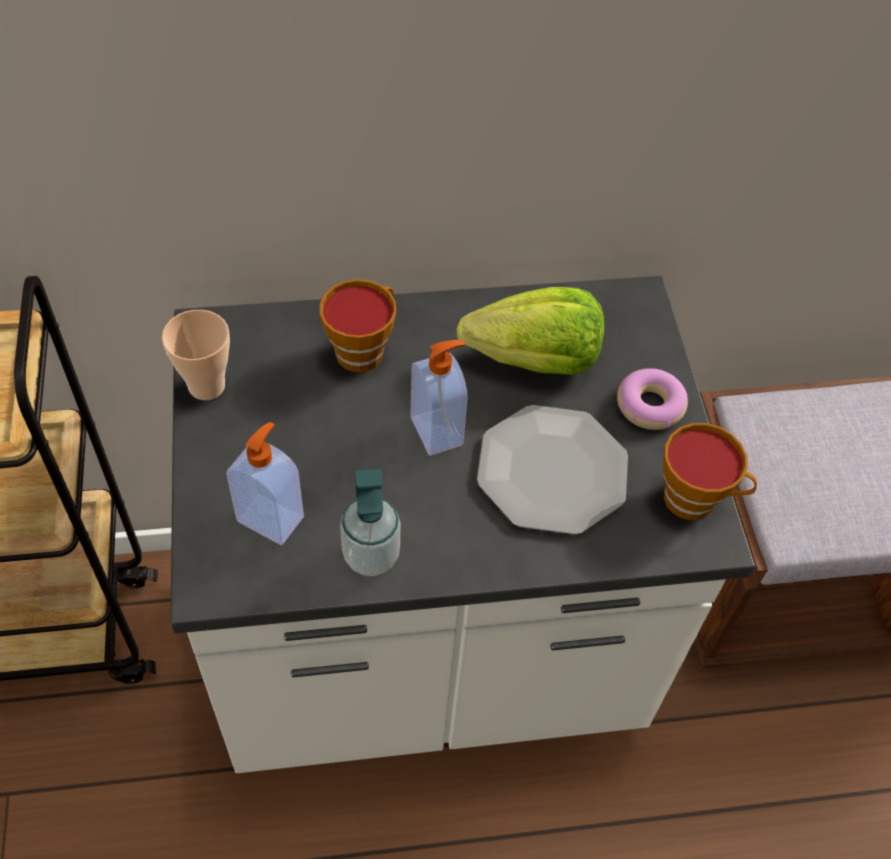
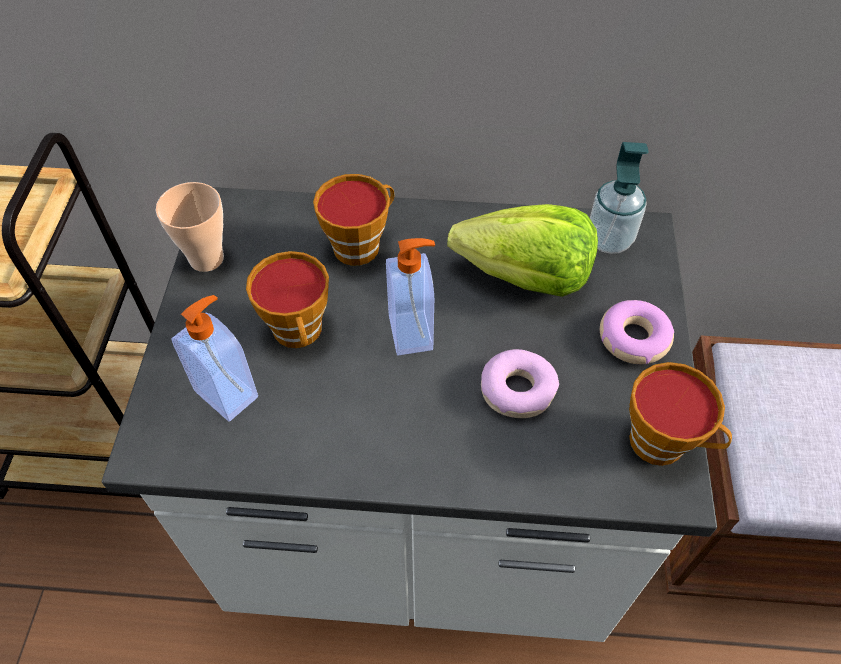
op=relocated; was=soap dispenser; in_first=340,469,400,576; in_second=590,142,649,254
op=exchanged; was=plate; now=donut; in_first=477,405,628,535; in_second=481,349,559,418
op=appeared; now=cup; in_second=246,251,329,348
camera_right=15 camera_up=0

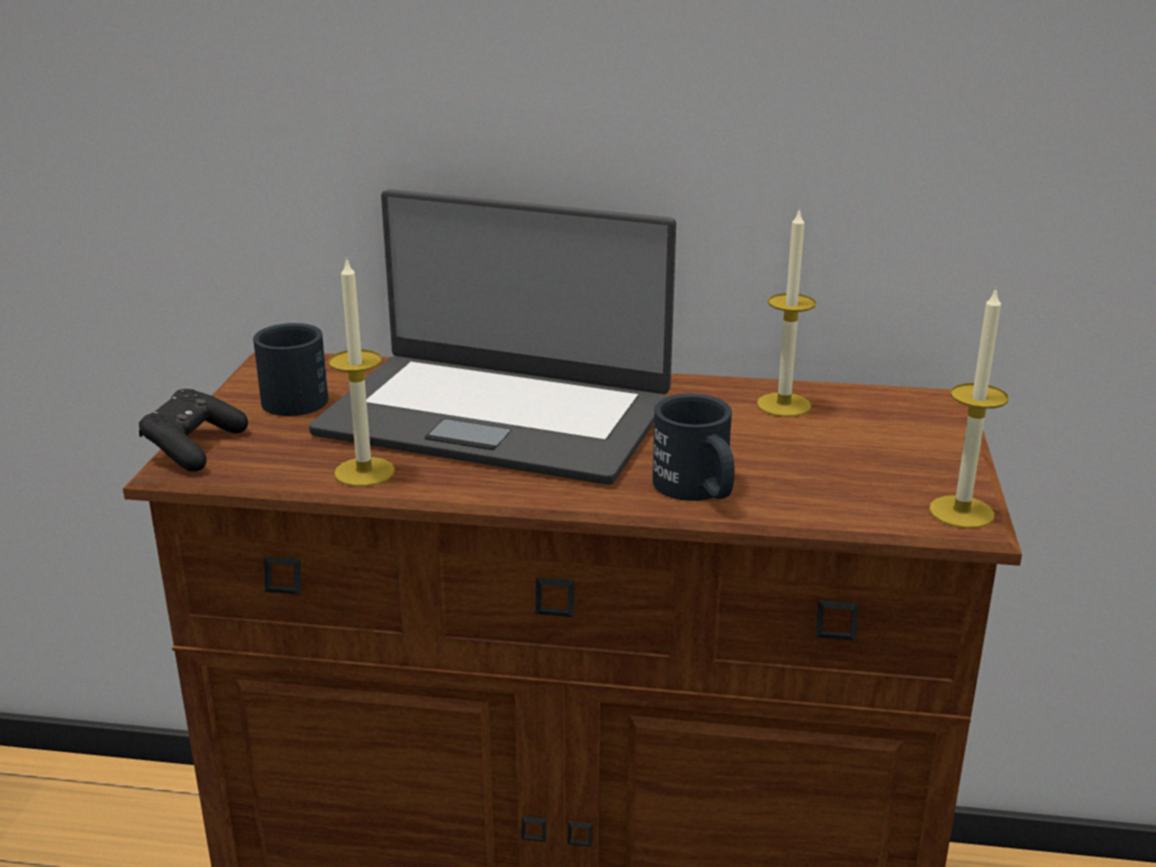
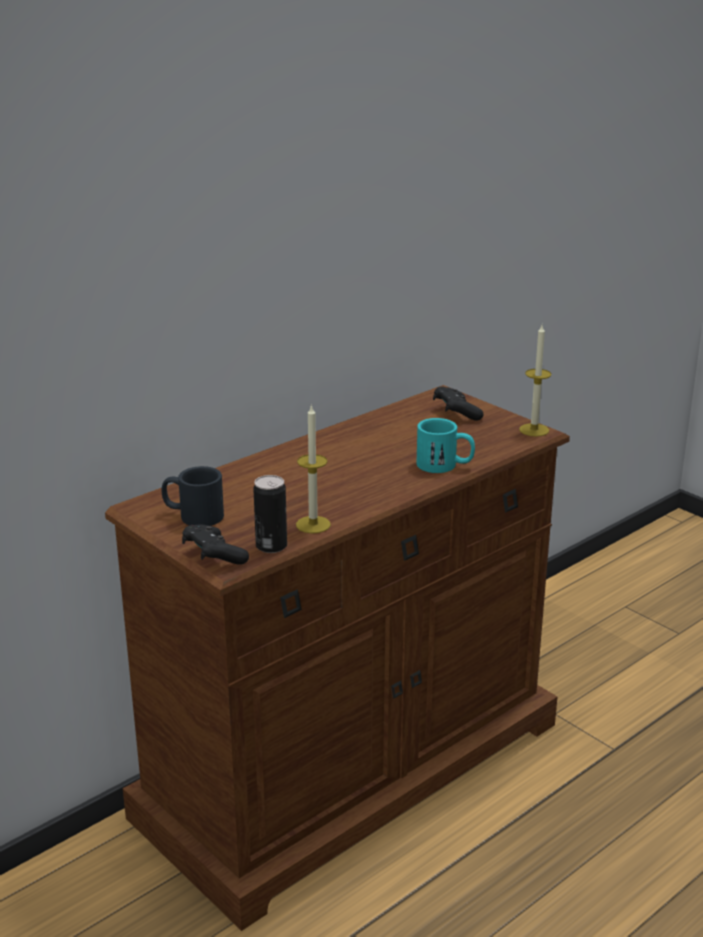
op=missing; was=laptop; in_first=309,189,676,485
op=colour; was=black mug; now=turquoise mug; in_first=652,394,735,501; in_second=417,418,475,473
op=missing; was=candle; in_first=757,208,816,417
op=appeared; now=can; in_second=253,475,287,553
op=appeared; now=black game controller; in_second=433,386,484,421
camera_right=-50 camera_up=0

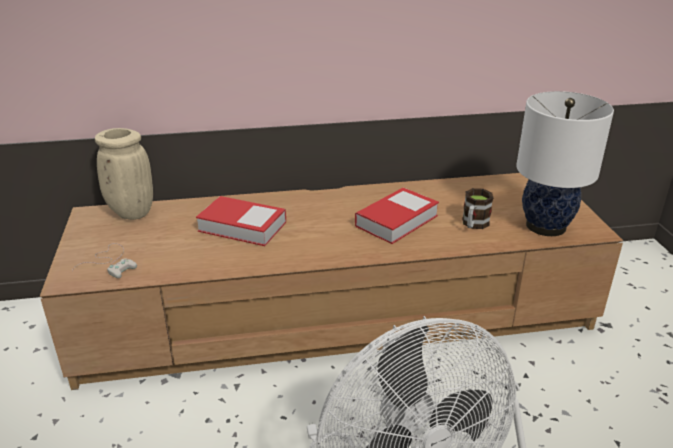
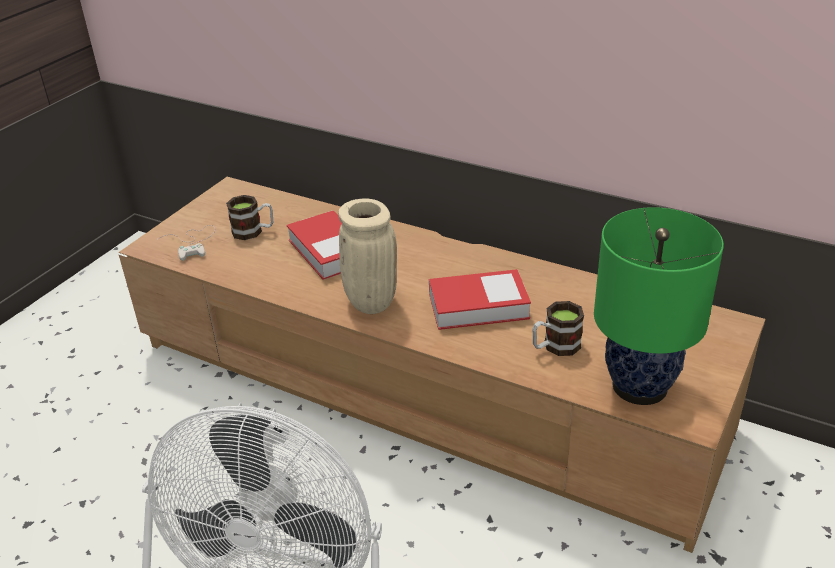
op=relocated; was=beige vase; in_first=95,128,153,220; in_second=338,198,397,314
op=colour; was=white table lamp; now=green table lamp; in_first=516,91,614,236; in_second=594,207,724,405
op=appeared; now=mug; in_second=226,195,273,240
camera_right=40 camera_up=5

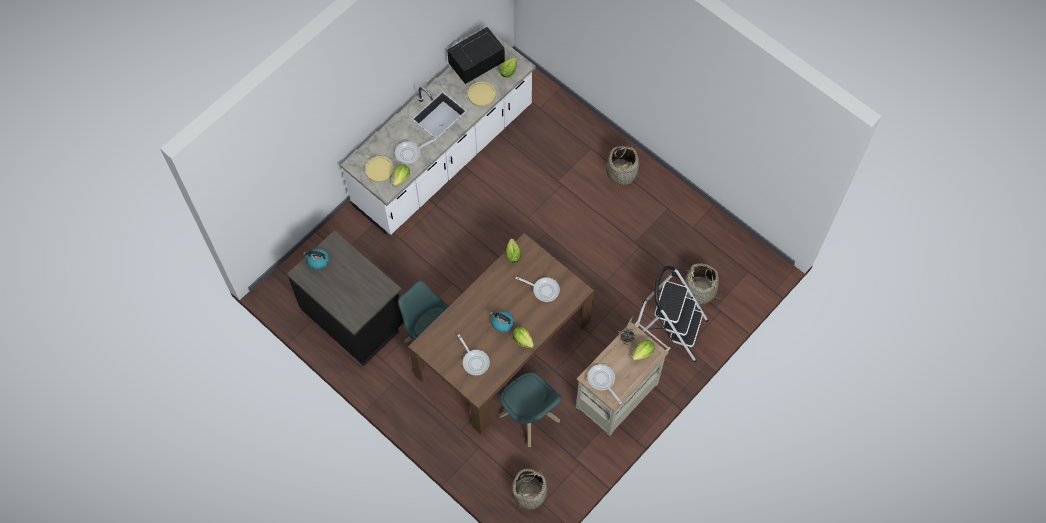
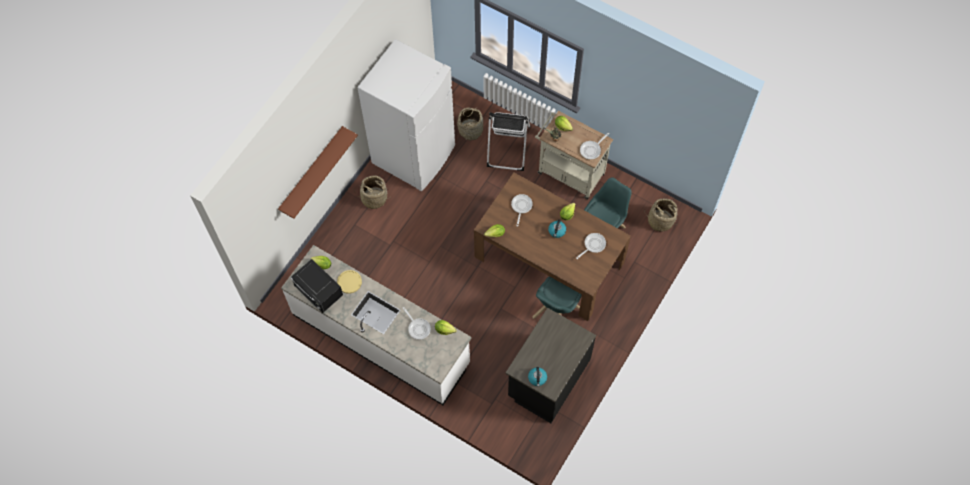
op=missing; was=yellow plate; in_first=365,156,394,182
op=appeared; now=brown shelf; in_second=278,126,358,219
op=appeared; now=white fridge; in_second=358,39,455,191
camera_right=-100 camera_up=0

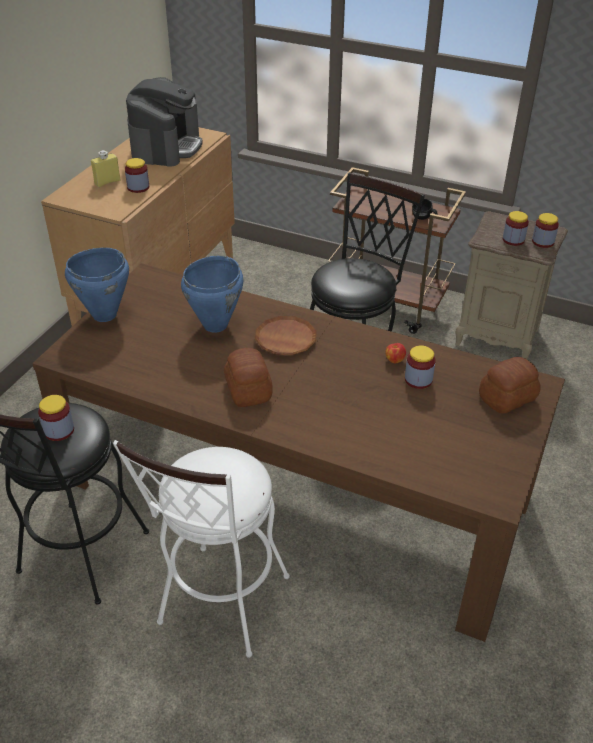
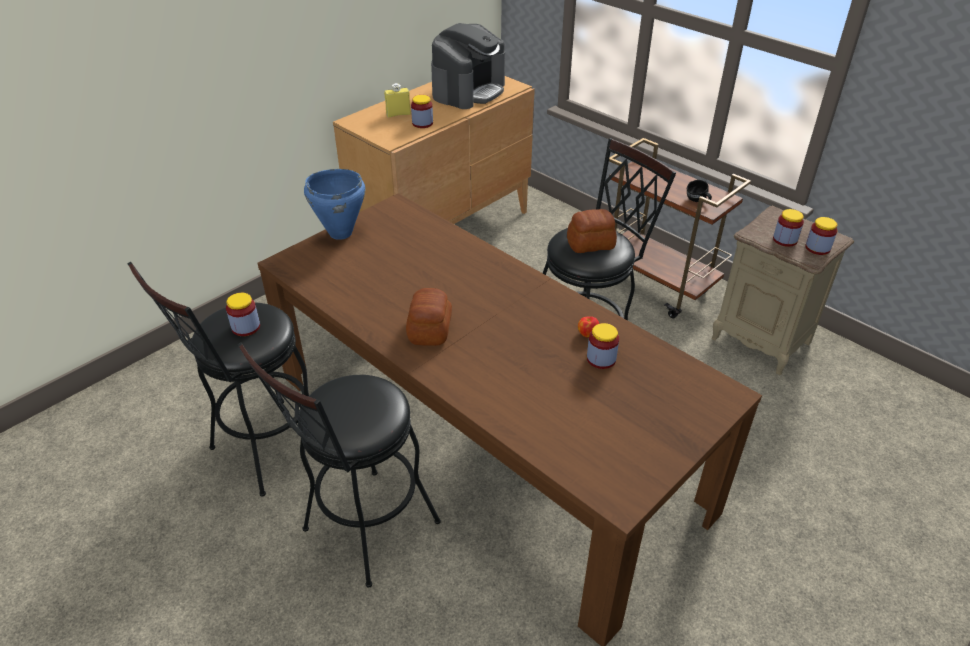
op=colour; was=white stool; now=black stool; in_first=113,440,290,658; in_second=238,342,441,588
op=missing; was=blue cooking pot; in_first=181,256,243,333
op=missing; was=brown plate; in_first=255,316,317,355
op=relocated; was=bread; in_first=479,357,541,414; in_second=567,209,617,253
camera_right=20 camera_up=0

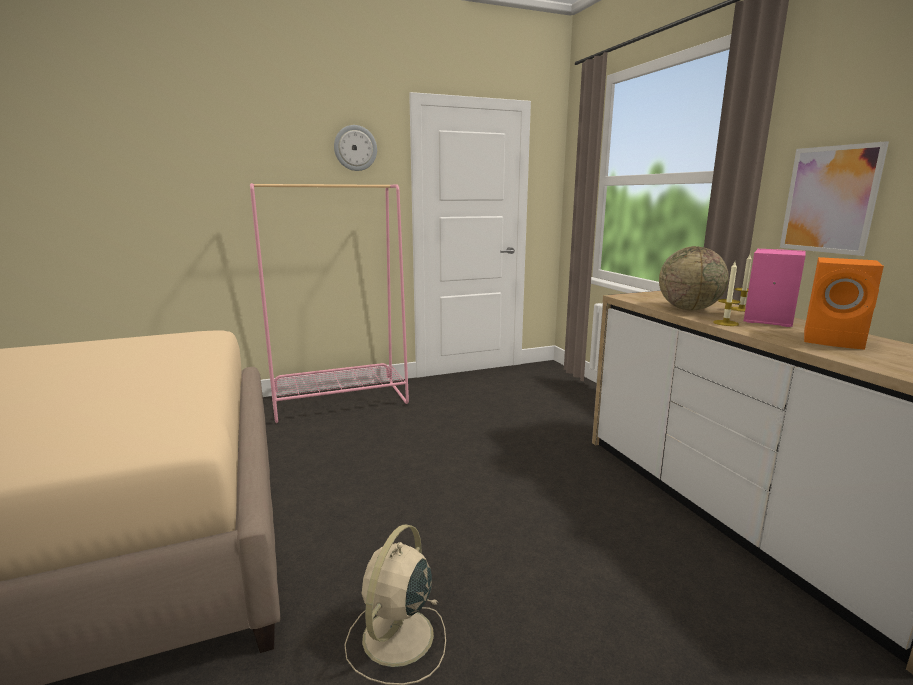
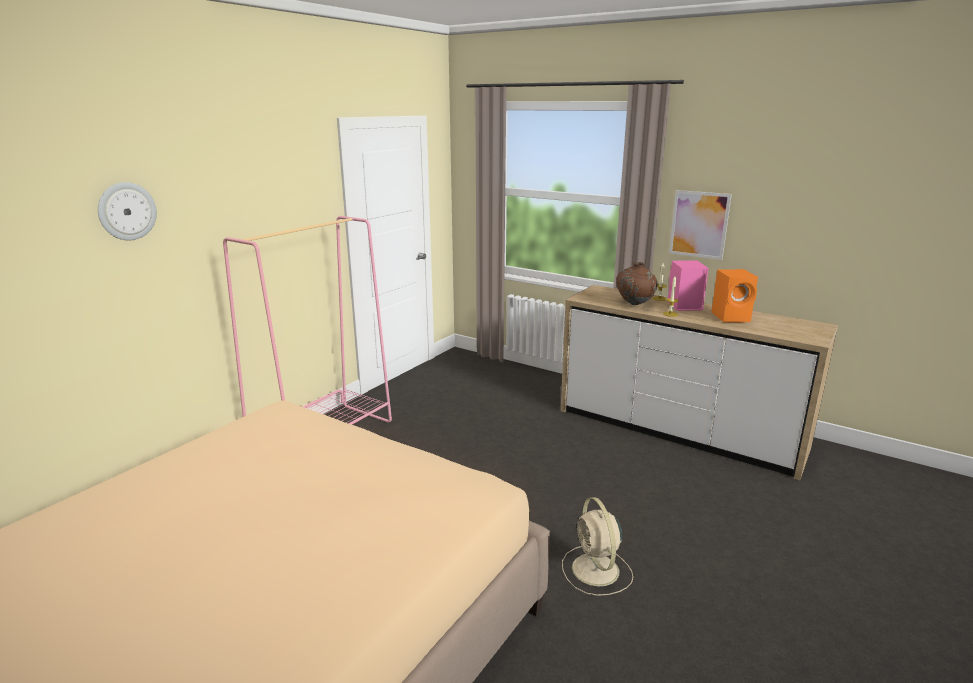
op=relocated; was=wall clock; in_first=334,125,377,171; in_second=98,182,157,240
op=exchanged; was=globe; now=brown vase; in_first=659,246,729,310; in_second=616,262,657,305
camera_right=-35 camera_up=5

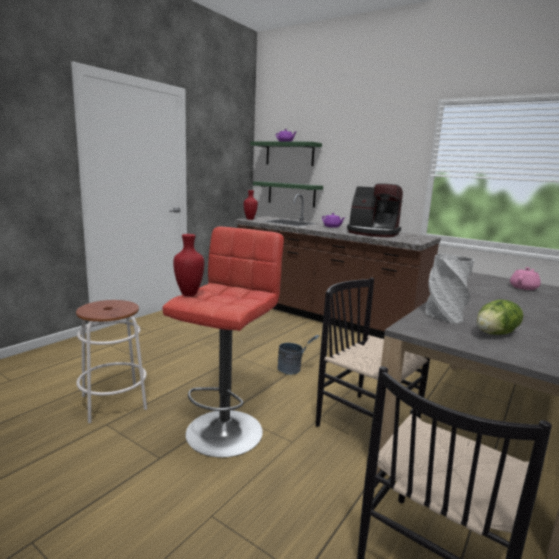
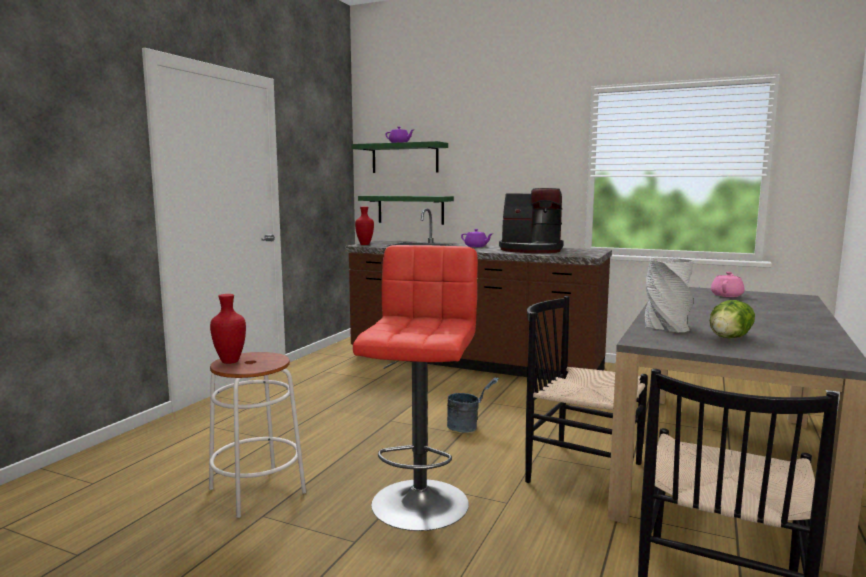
op=relocated; was=red vase; in_first=173,234,204,296; in_second=210,294,246,364
camera_right=-10 camera_up=-5

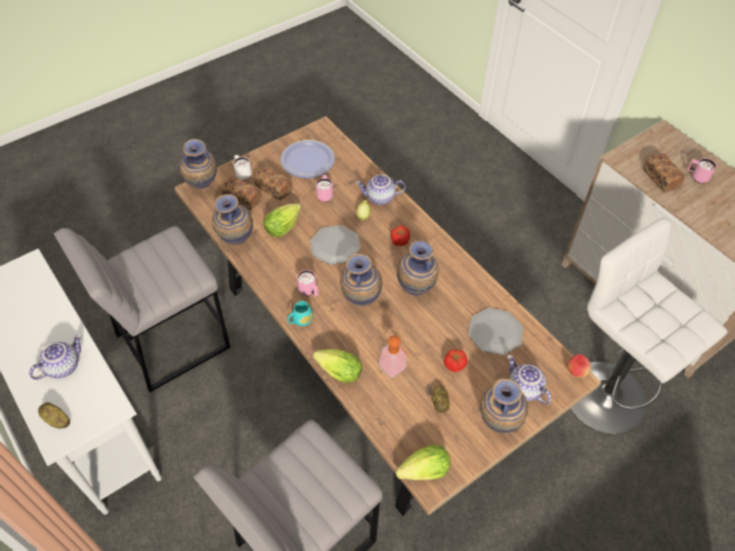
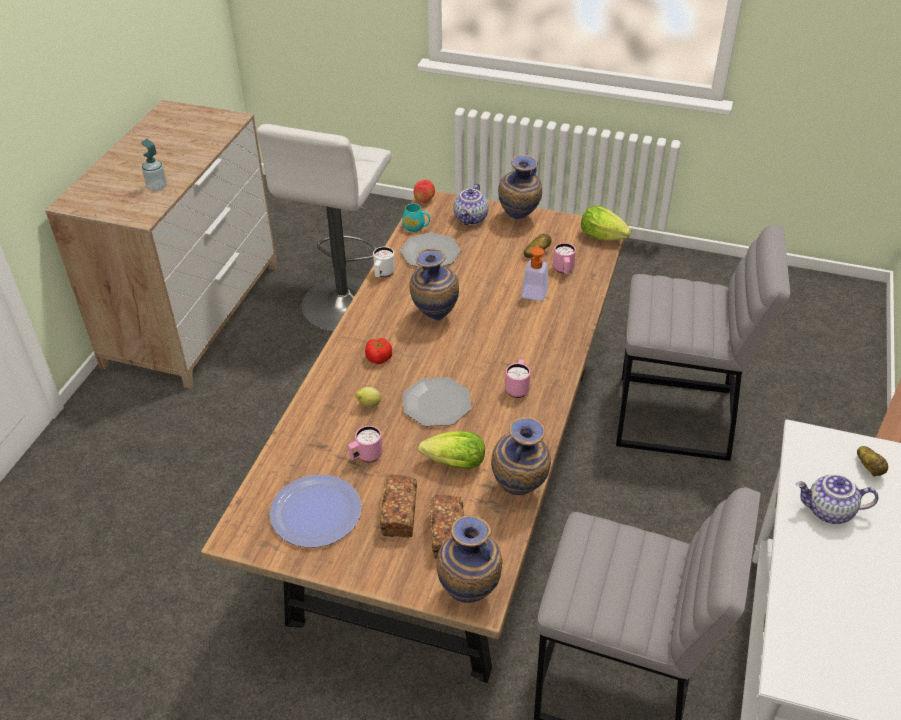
op=relocated; was=white mug; in_first=233,155,252,180; in_second=373,247,395,277
op=relocated; was=turquoise mug; in_first=287,301,313,326; in_second=402,203,430,232
op=missing; was=lettuce; in_first=313,349,362,382
op=missing; was=vase; in_first=340,254,382,306
op=missing; was=teapot; in_first=356,174,406,205
op=missing; was=tomato; in_first=444,349,467,372
op=exchanged; was=bread; now=soap dispenser; in_first=643,153,685,192; in_second=141,139,167,191
op=relocated; was=pink mug; in_first=687,158,717,184; in_second=553,243,576,274
camera_right=-125 camera_up=-10

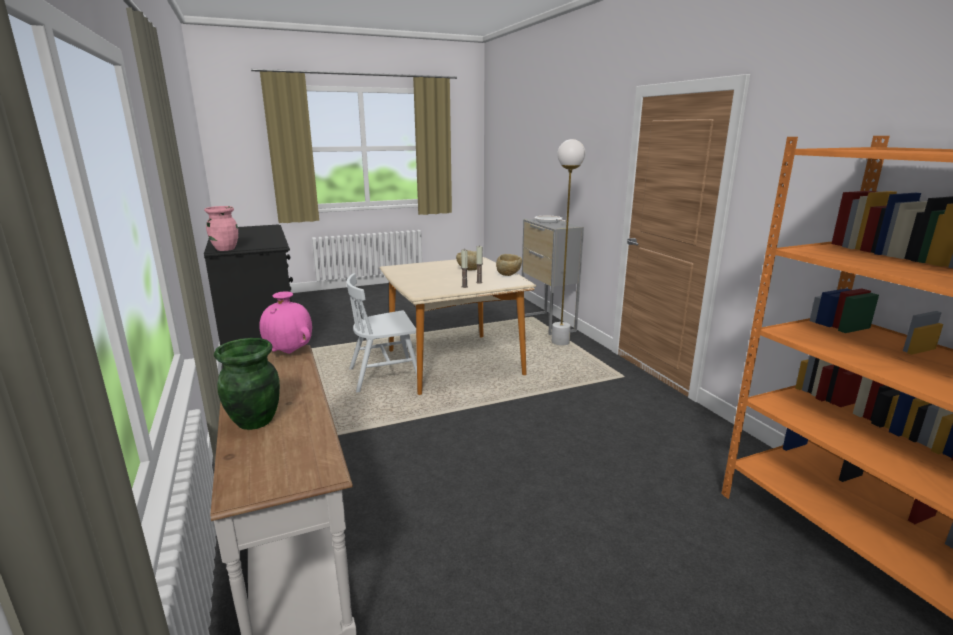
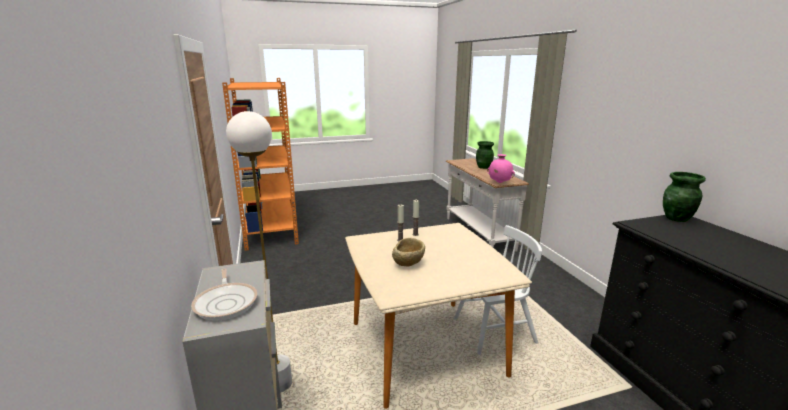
op=colour; was=pink vase; now=green vase; in_first=204,206,238,251; in_second=663,172,706,222
op=missing; was=beige bowl; in_first=496,254,522,276
camera_right=-175 camera_up=0

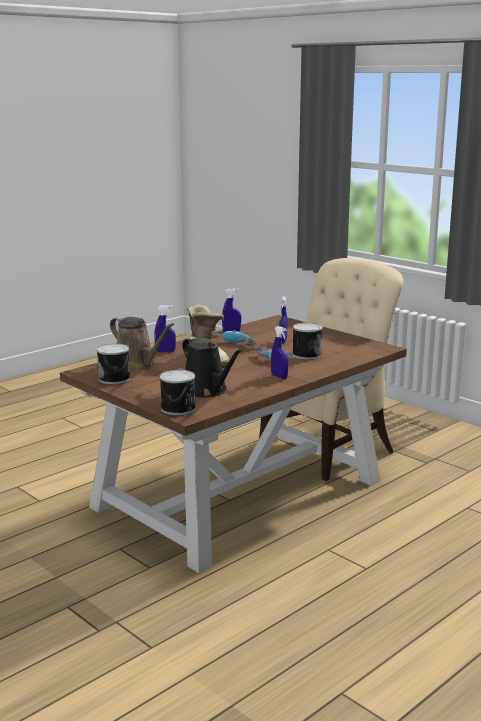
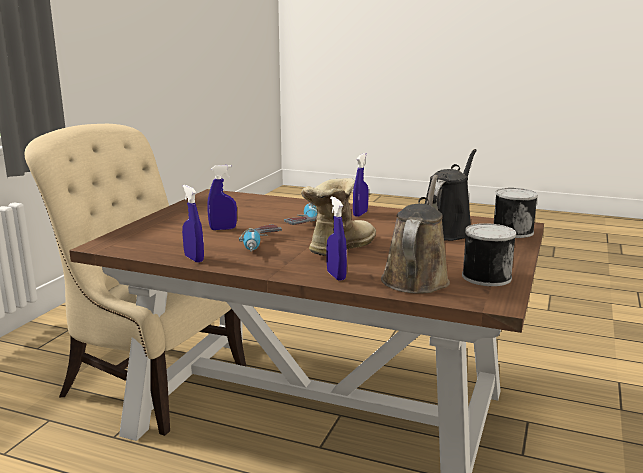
op=missing; was=can; in_first=292,322,323,359
camera_right=-115 camera_up=0

